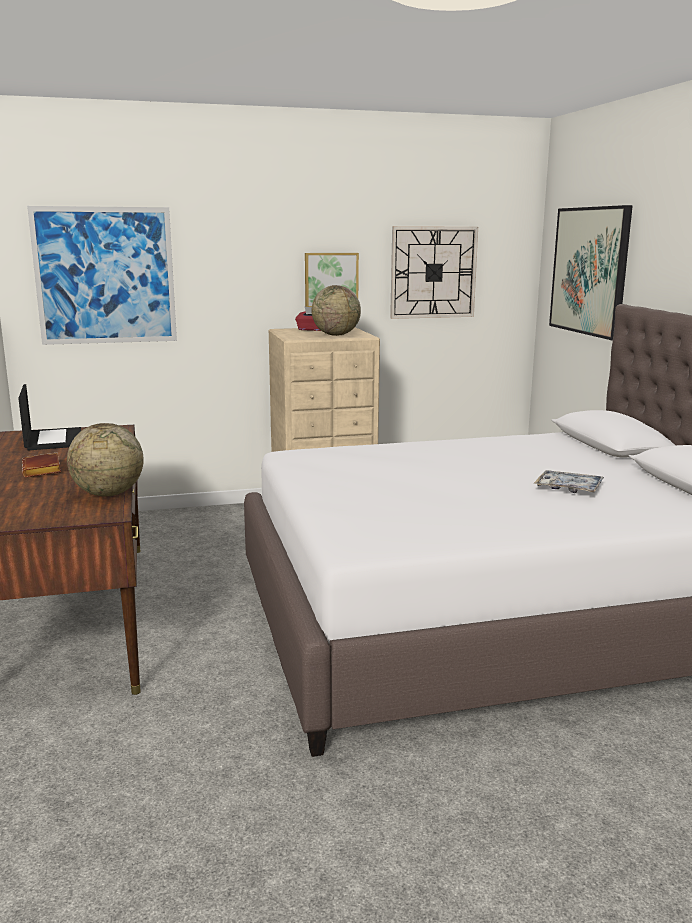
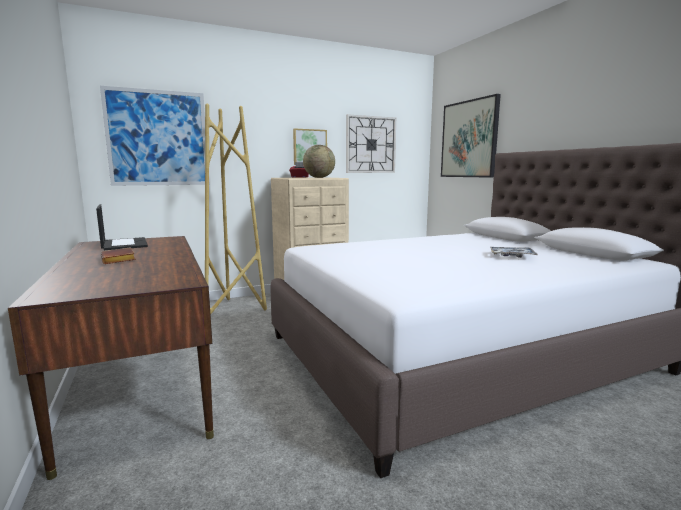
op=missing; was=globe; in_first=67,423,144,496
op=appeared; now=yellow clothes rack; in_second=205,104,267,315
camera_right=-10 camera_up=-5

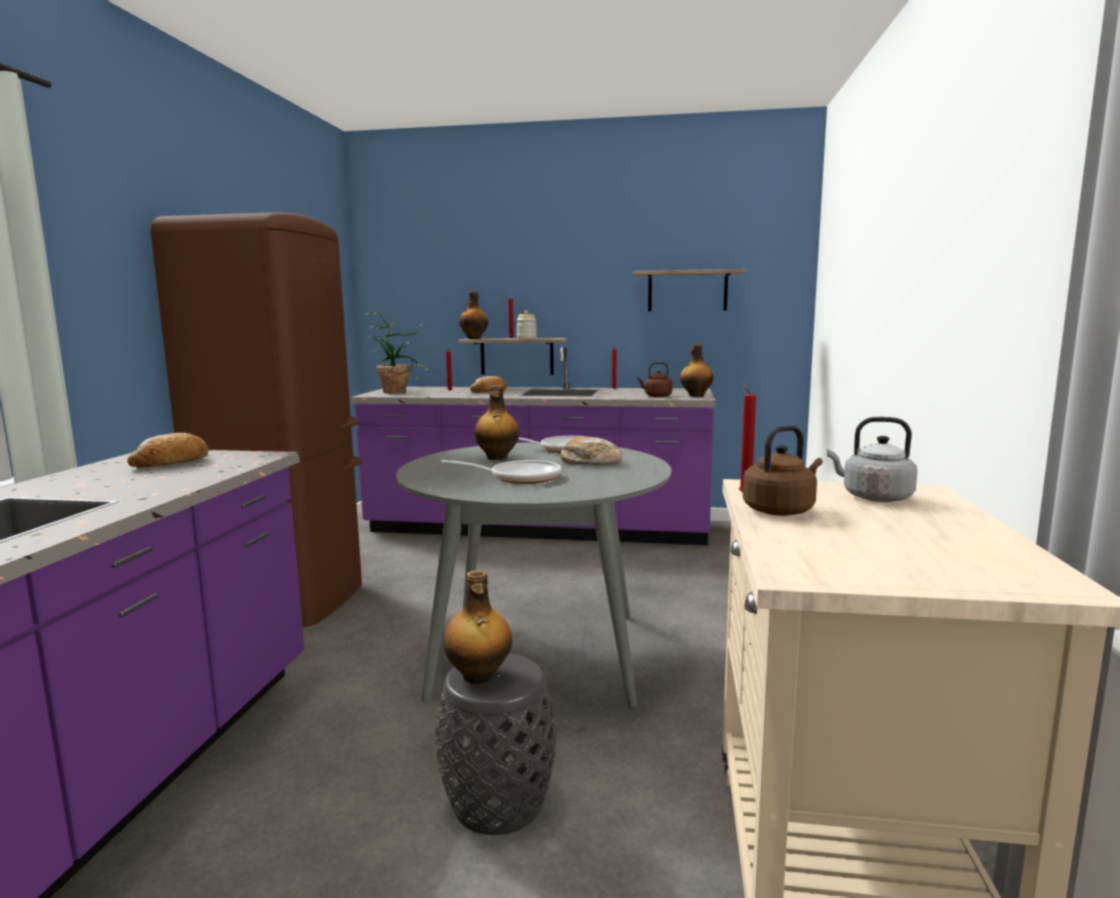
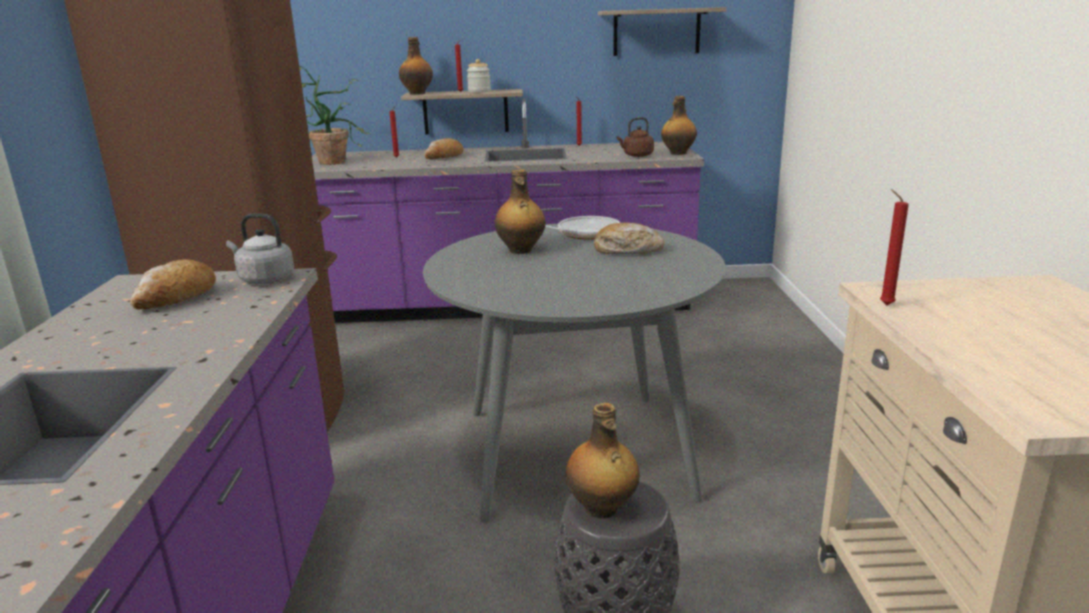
op=missing; was=frying pan; in_first=441,460,561,484
op=missing; was=brown kettle; in_first=743,425,822,516
op=relocated; was=grey kettle; in_first=827,417,918,502; in_second=226,213,294,284
camera_right=-10 camera_up=10

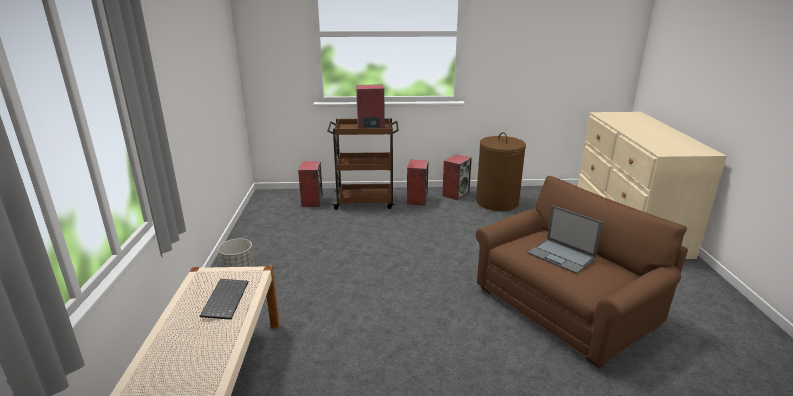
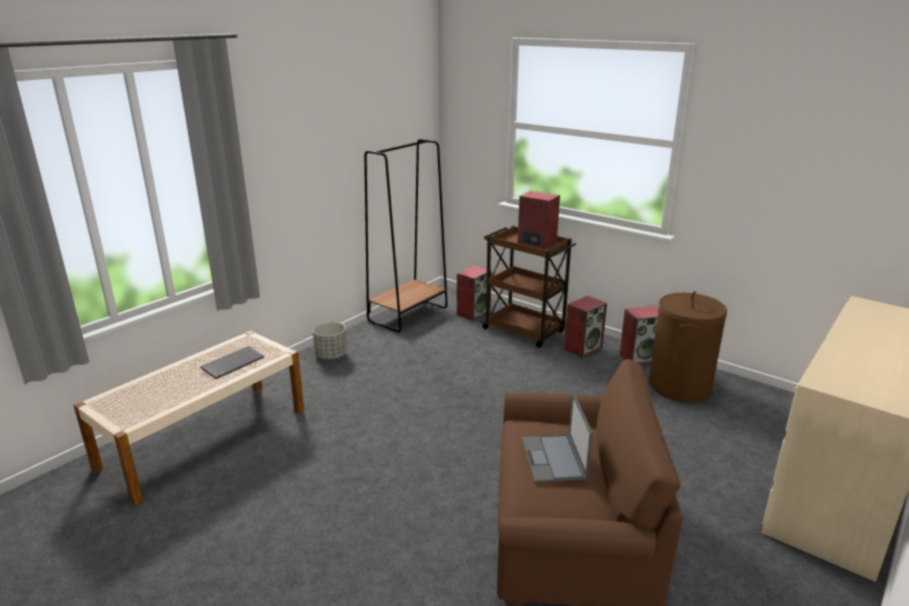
op=appeared; now=clothes rack; in_second=364,139,448,333
camera_right=40 camera_up=0

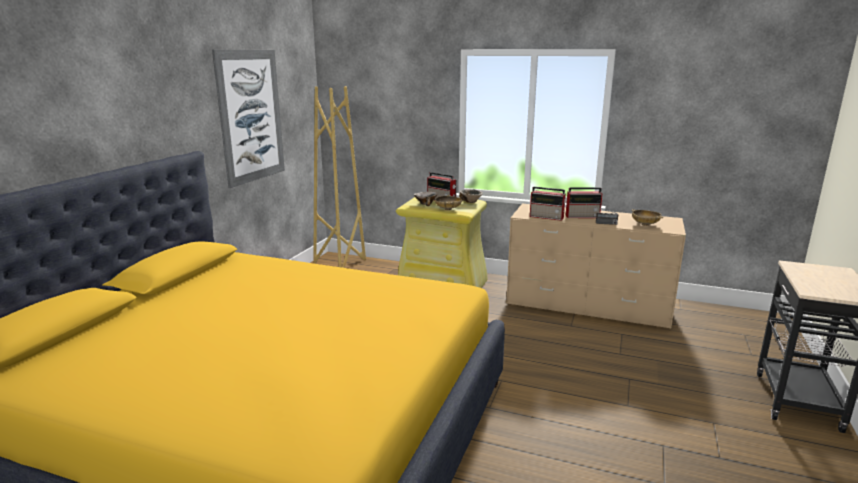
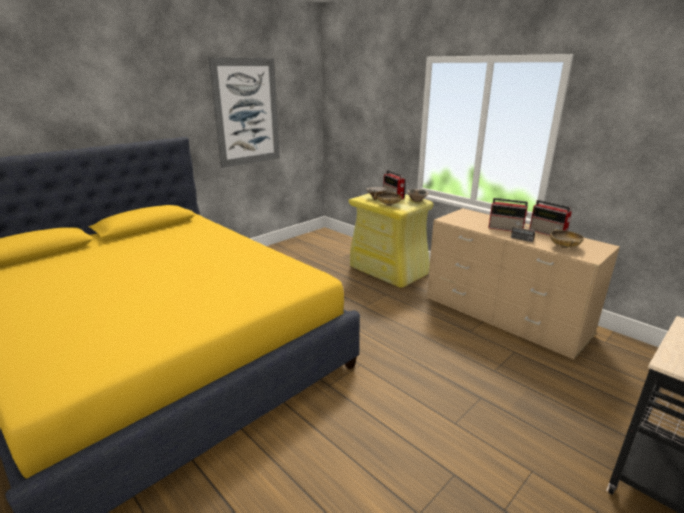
op=missing; was=yellow clothes rack; in_first=313,86,366,268
op=relocated; was=radio; in_first=530,187,567,221; in_second=529,200,572,236
camera_right=25 camera_up=5

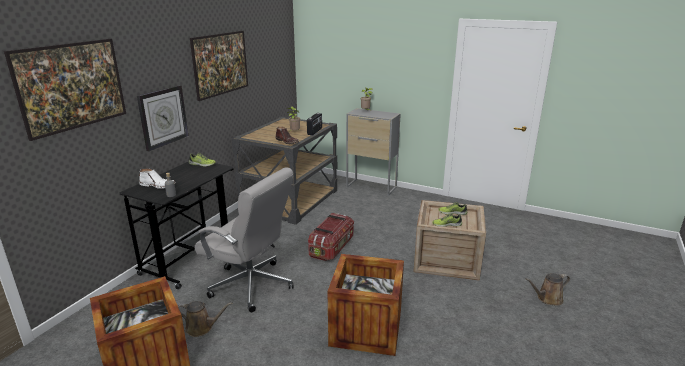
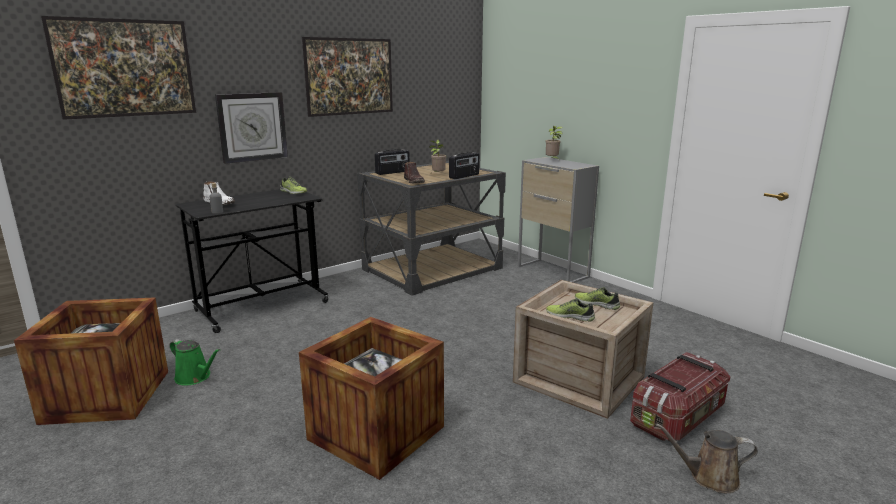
op=colour; was=brown watering can; now=green watering can; in_first=178,301,232,337; in_second=170,339,220,386
op=missing; was=grey office chair; in_first=195,167,294,312
op=relocated; was=storage box; in_first=308,213,354,261; in_second=630,352,730,441
op=appeared; now=radio; in_second=375,149,410,175
camera_right=25 camera_up=-5

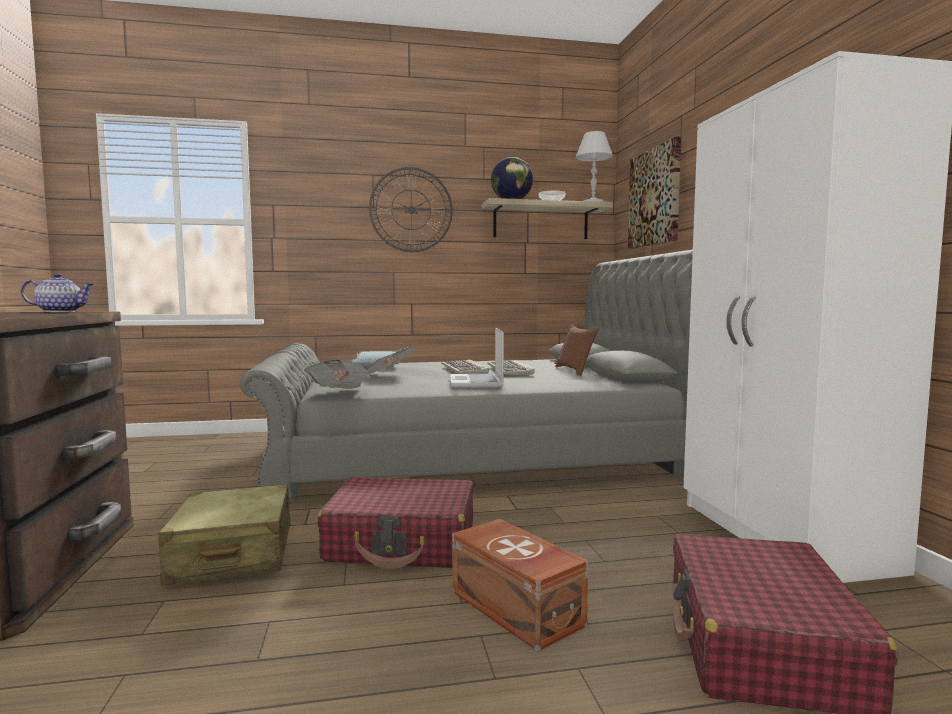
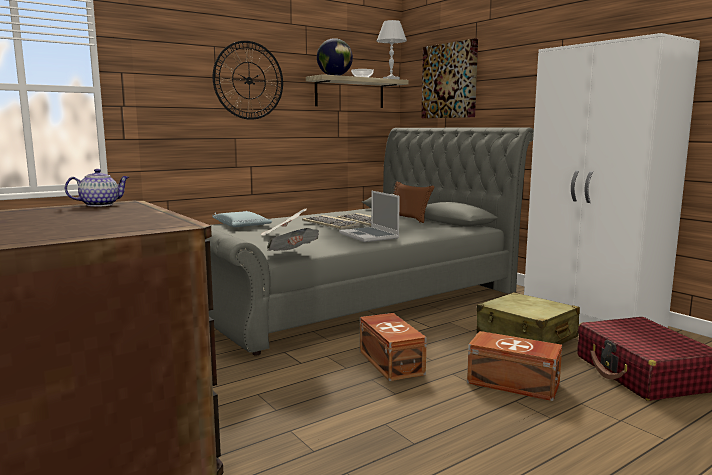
op=relocated; was=beige suitcase; in_first=158,484,290,585; in_second=477,292,580,344
op=exchanged; was=red suitcase; now=brown storage box; in_first=317,477,473,569; in_second=360,313,427,381
camera_right=-25 camera_up=5

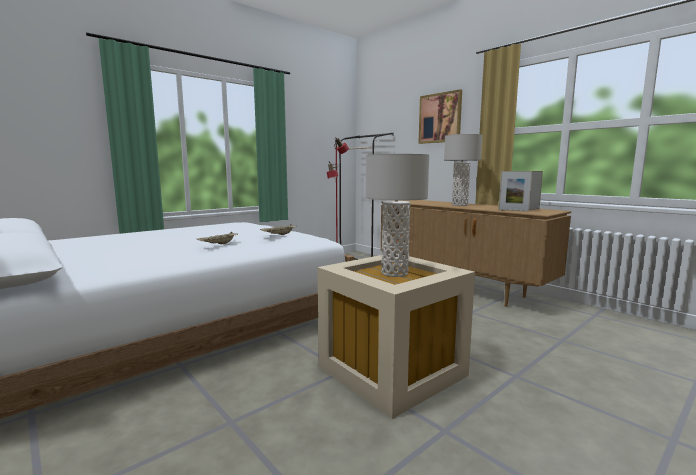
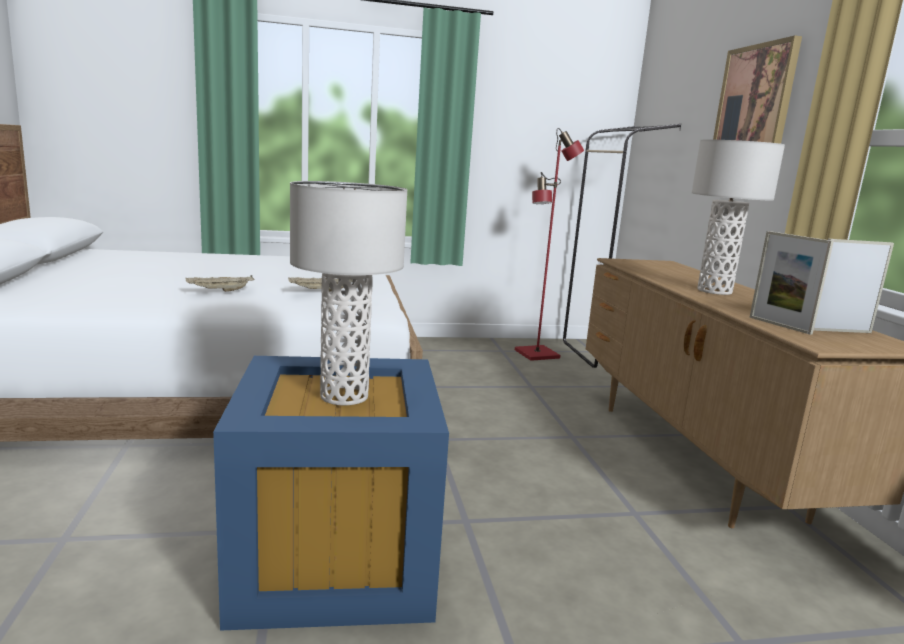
op=colour; was=beige storage box; now=blue storage box; in_first=317,253,475,419; in_second=213,356,449,631
camera_right=30 camera_up=5

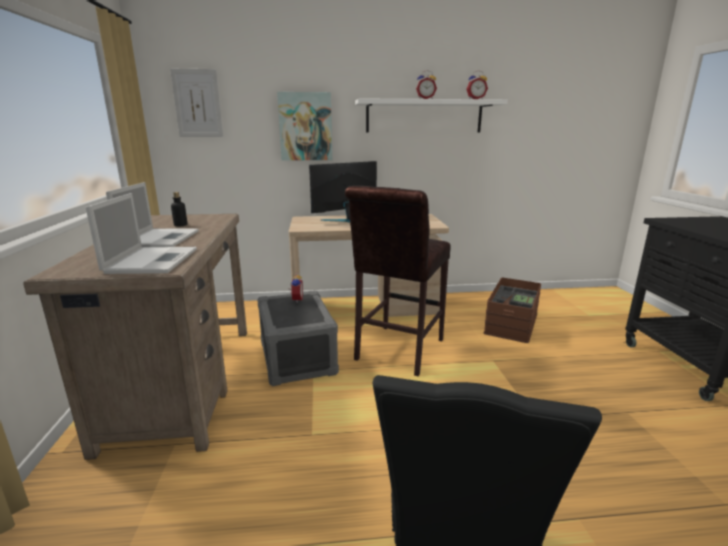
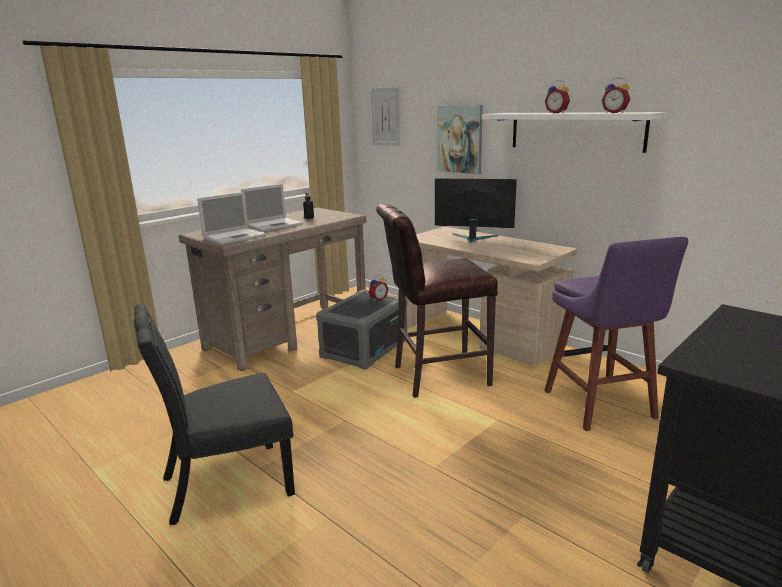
op=exchanged; was=brown storage box; now=purple stool; in_first=484,278,541,343; in_second=544,237,688,431
camera_right=50 camera_up=0

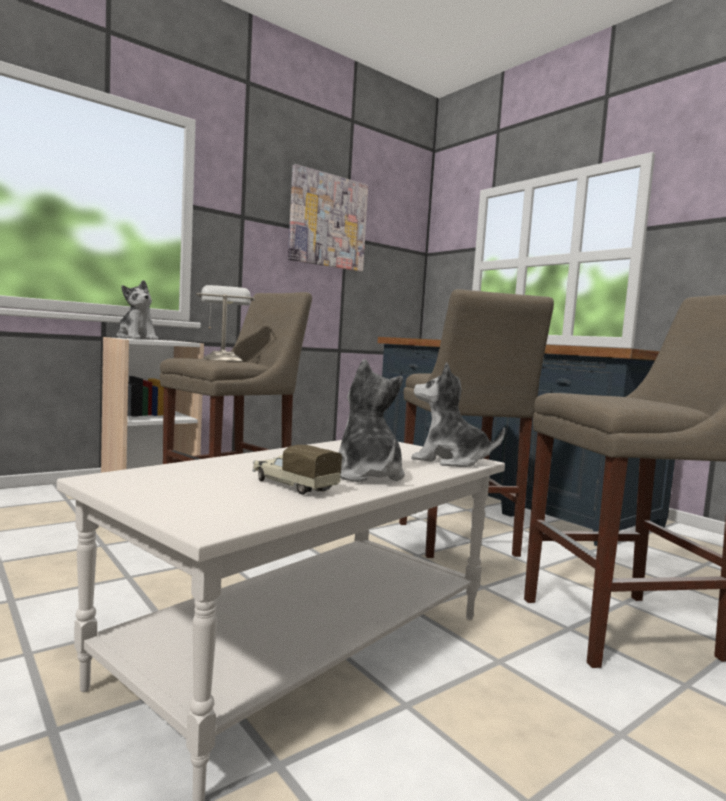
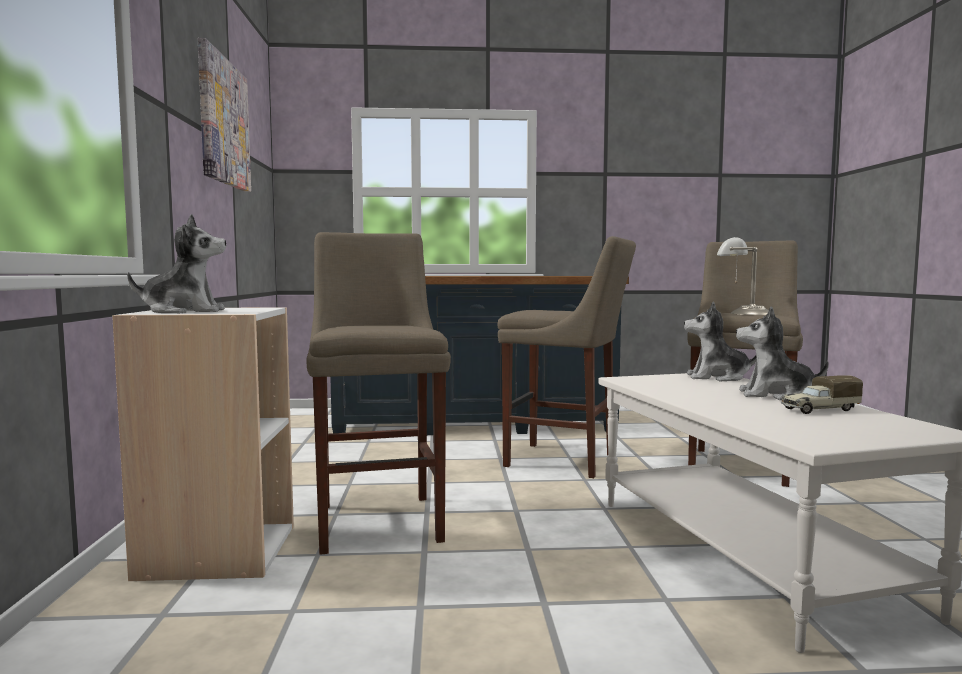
op=relocated; was=white table lamp; in_first=196,285,255,361; in_second=717,237,769,315
op=spun; was=plush toy; in_first=411,362,505,467; in_second=684,302,757,381; clockwise=45
camera_right=-55 camera_up=0

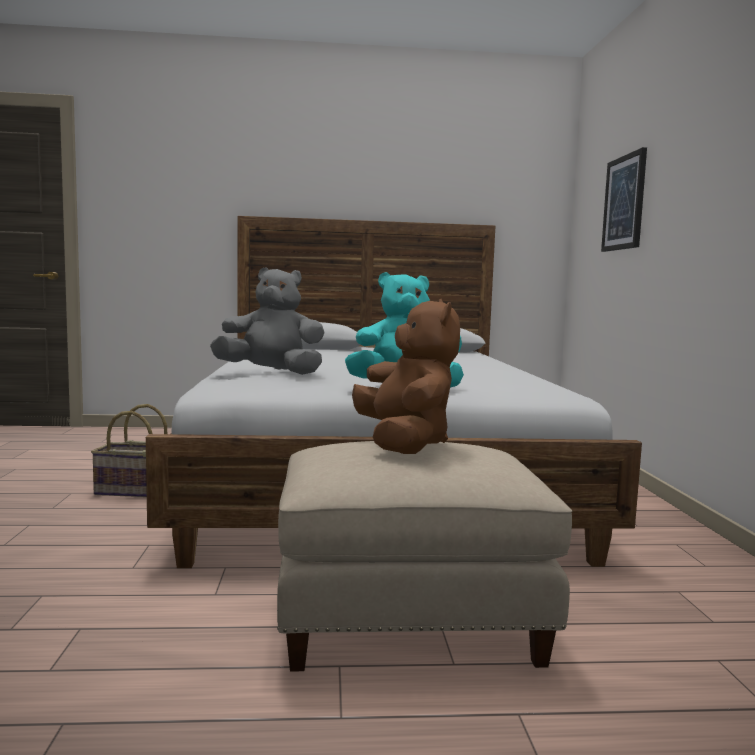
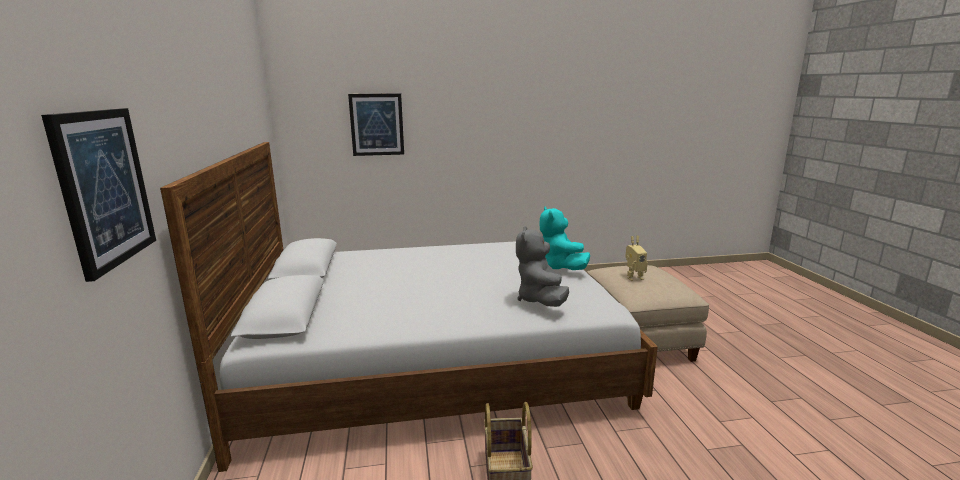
op=exchanged; was=brown plush toy; now=toy robot; in_first=352,298,460,454; in_second=625,236,648,281
op=appeared; now=picture; in_second=41,108,156,282
camera_right=-95 camera_up=10

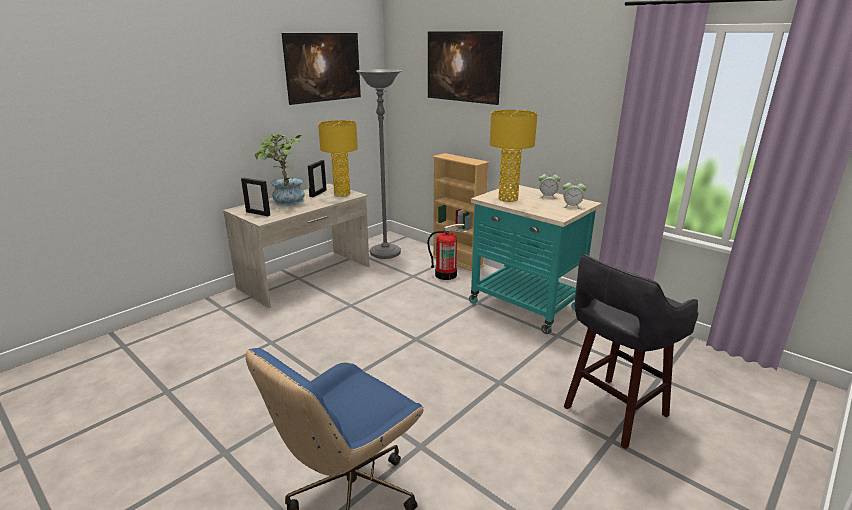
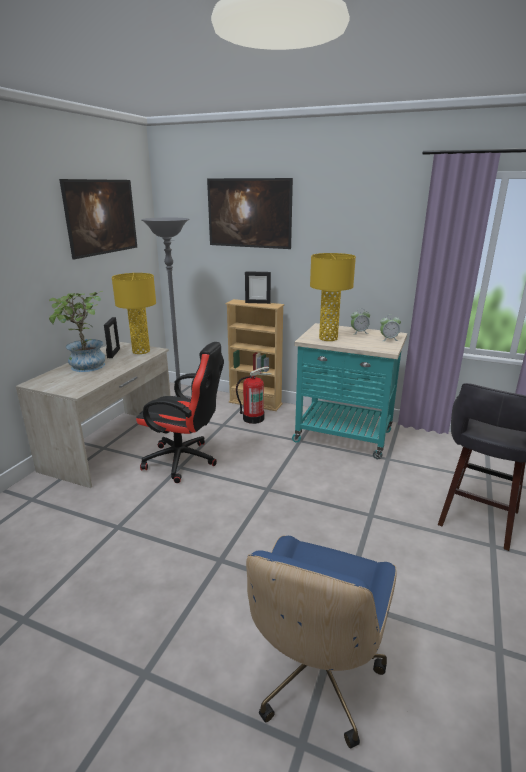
op=relocated; was=picture frame; in_first=241,178,270,216; in_second=245,271,271,304
op=appeared; now=black office chair; in_second=136,342,224,483
camera_right=-20 camera_up=0

